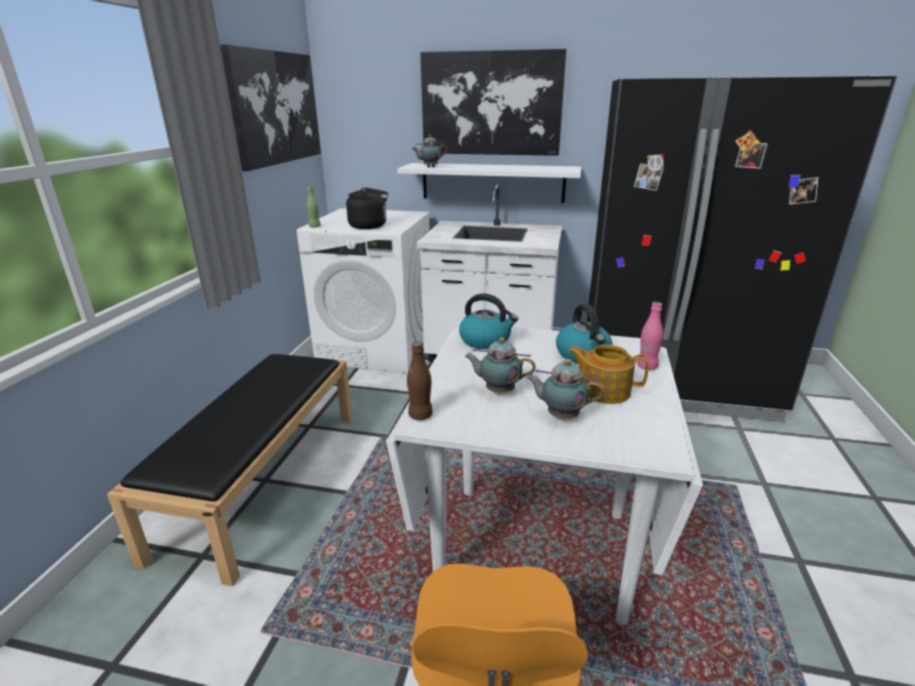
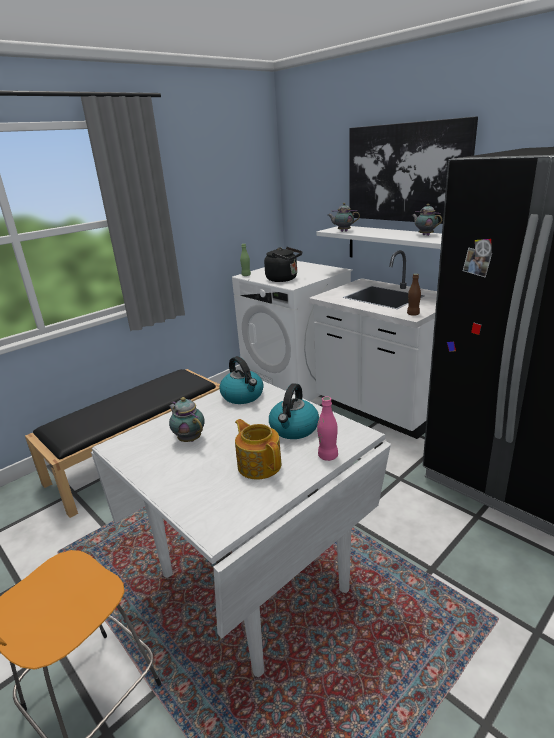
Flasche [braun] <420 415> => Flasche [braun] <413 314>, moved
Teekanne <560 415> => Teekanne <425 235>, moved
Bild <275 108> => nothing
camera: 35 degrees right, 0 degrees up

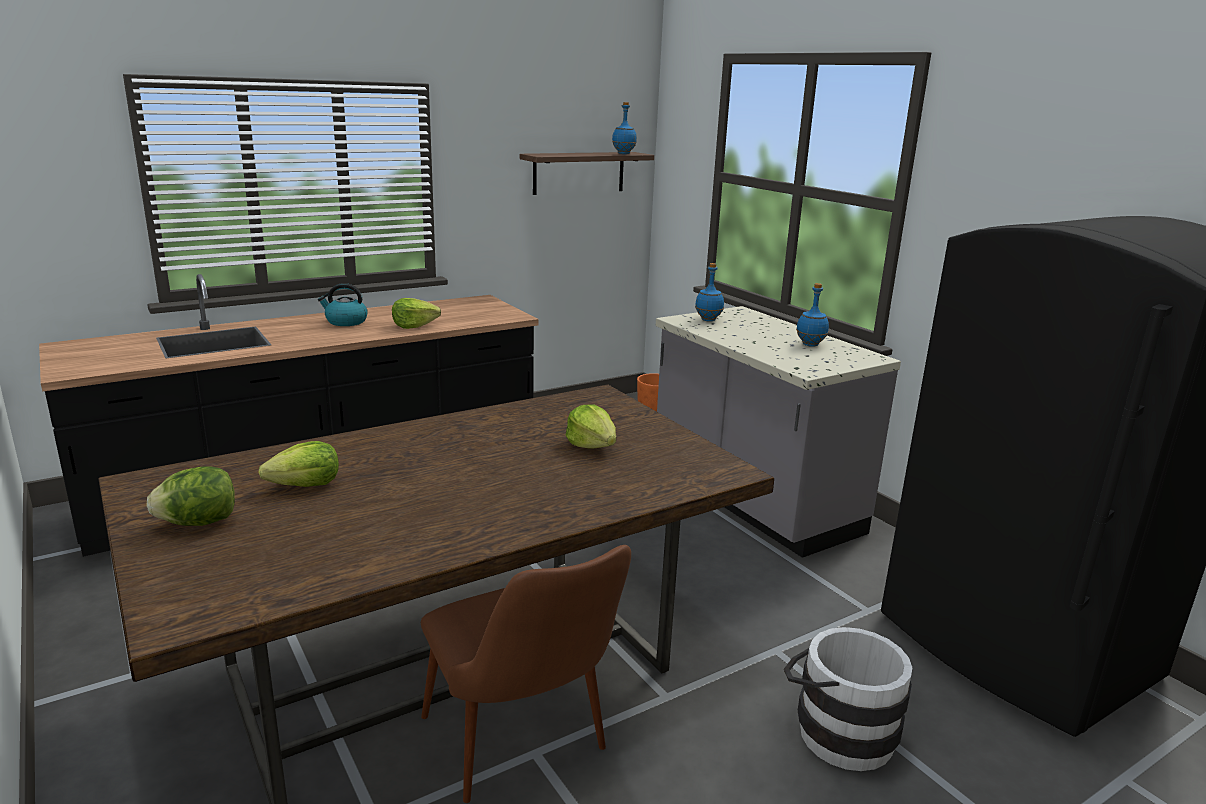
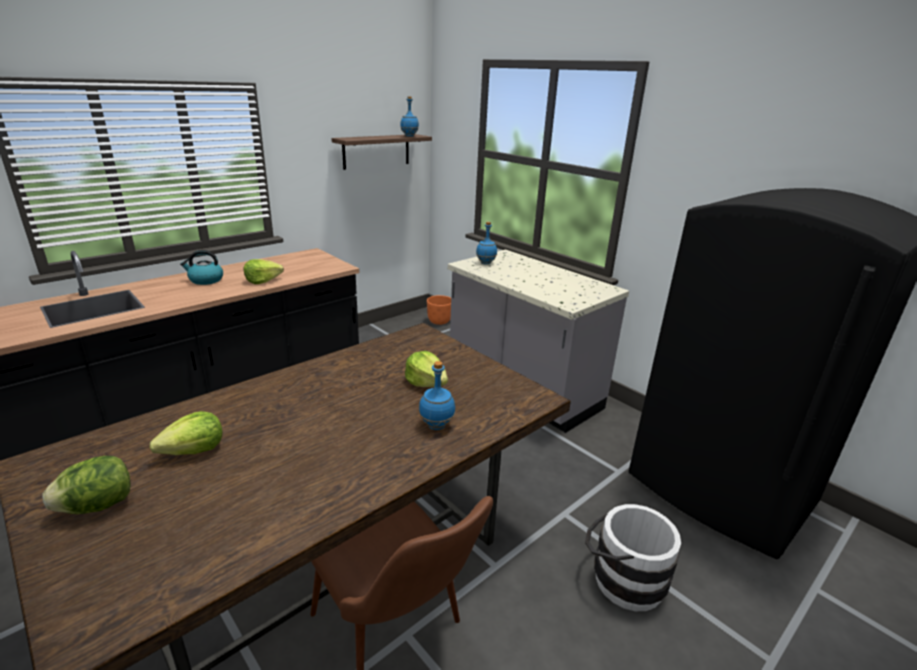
Flasche [blau] <810 345> => Flasche [blau] <437 426>, moved
camera: 10 degrees left, 5 degrees up

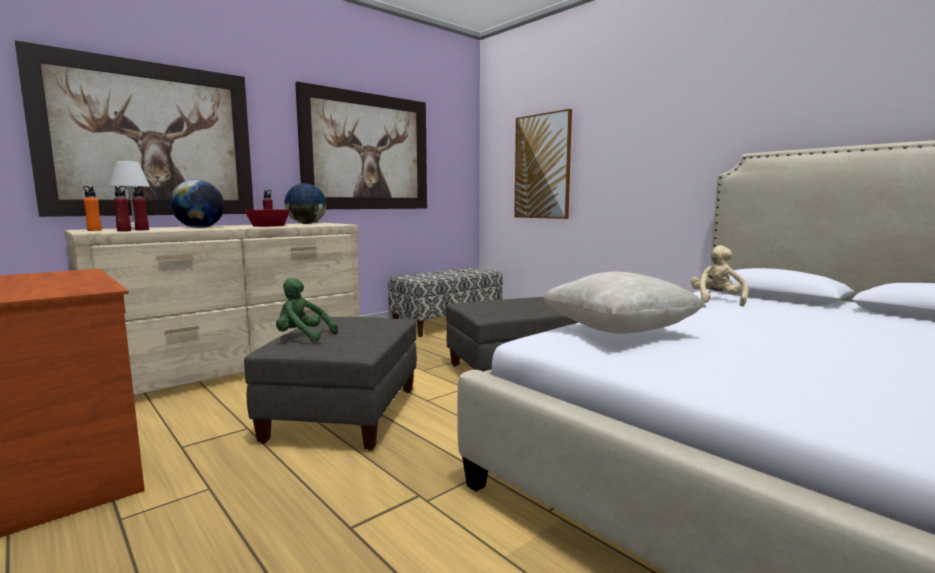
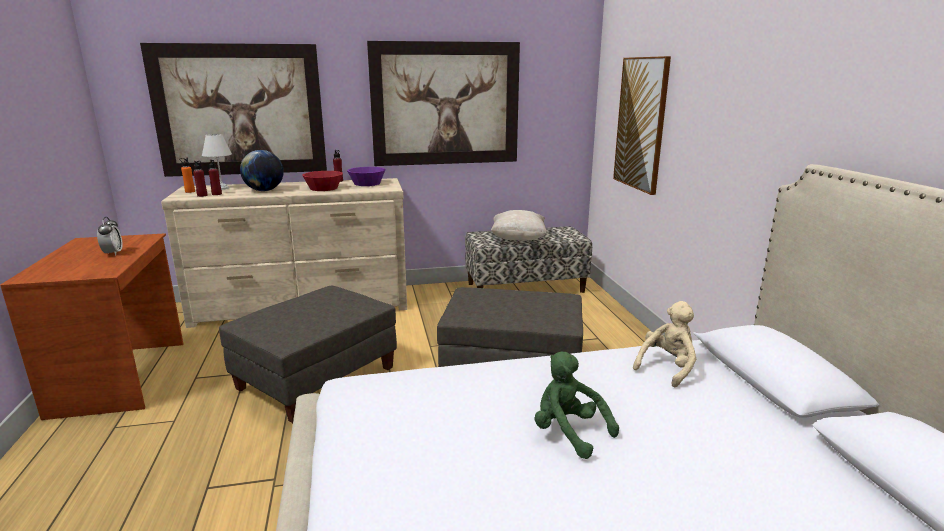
nothing => Wecker <113 253>
Globus <306 224> => Schüssel [lila] <367 183>
Kissen [beige] <618 332> => Kissen [beige] <518 239>, moved
Plüschtier [grün] <303 337> => Plüschtier [grün] <568 432>, moved
camera: 30 degrees right, 10 degrees up

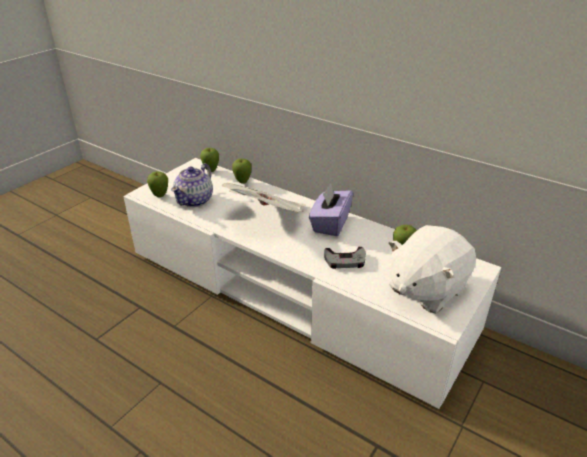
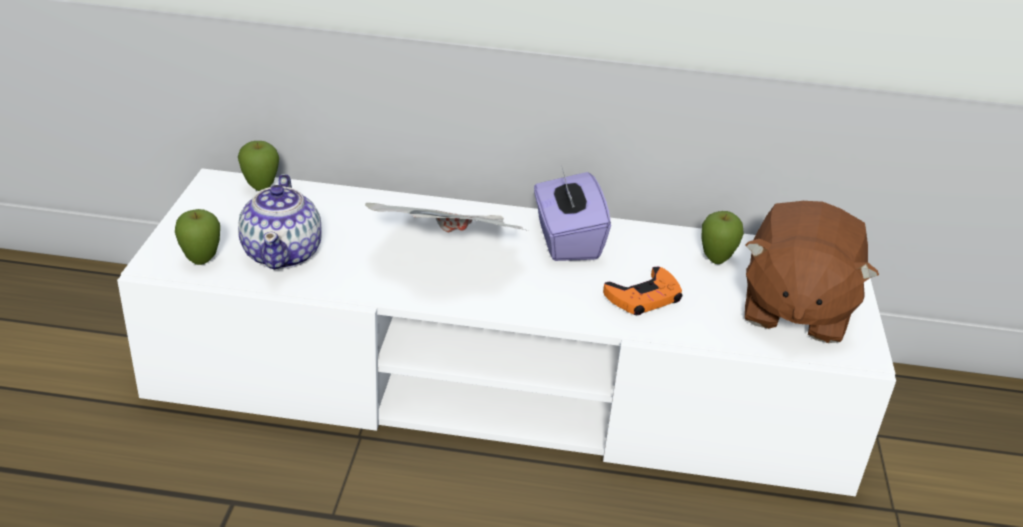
Gamepad [grau] <345 261> => Gamepad [orange] <644 297>
Plüschtier [weiß] <425 288> => Plüschtier [braun] <794 309>
Apfel <242 182> => nothing
camera: 30 degrees left, 0 degrees up

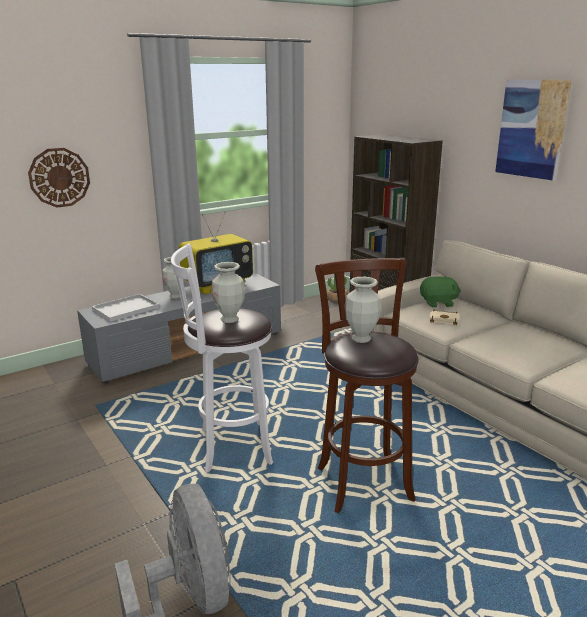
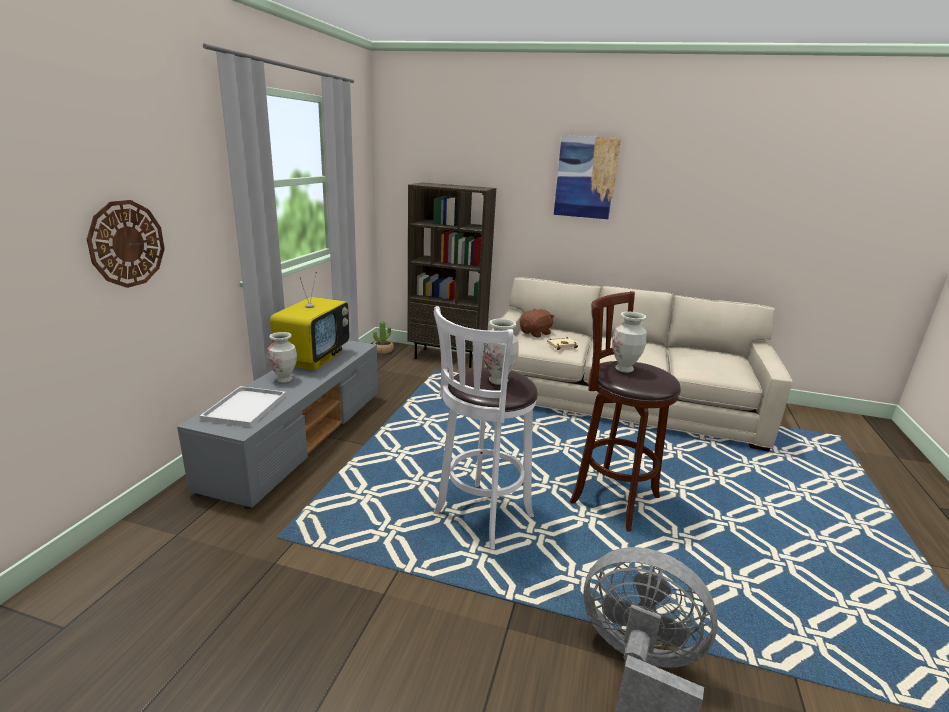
Plüschtier [grün] <438 303> => Plüschtier [braun] <536 333>
camera: 40 degrees left, 0 degrees up

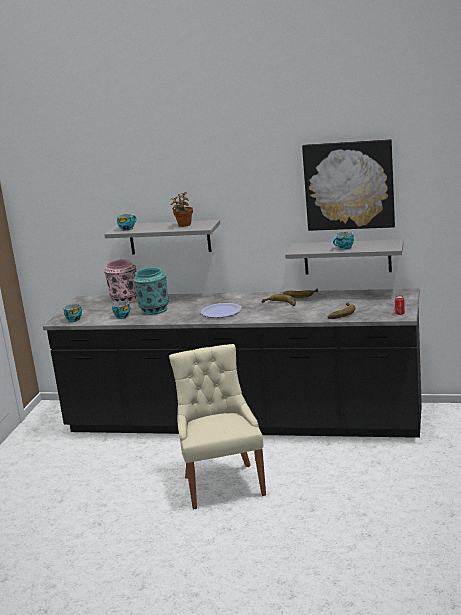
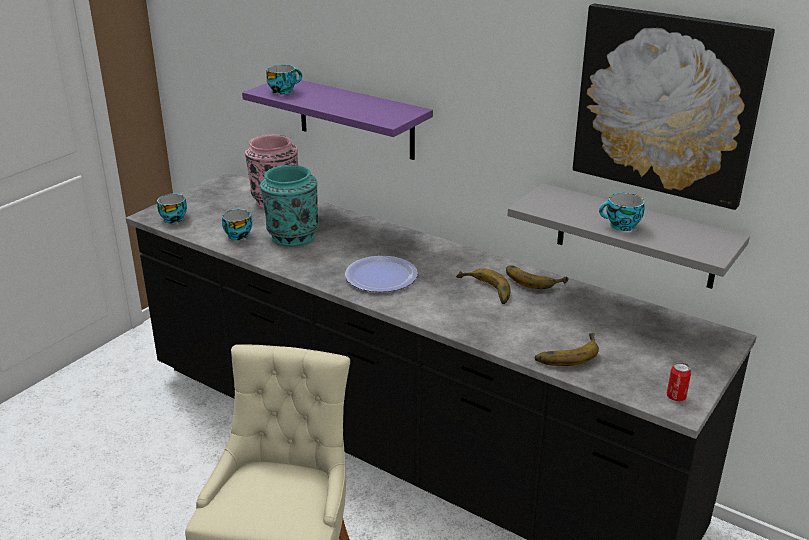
Wandregal [grau] <169 237> => Wandregal [lila] <356 118>
Topfpflanze <184 225> => nothing
camera: 20 degrees right, 10 degrees up

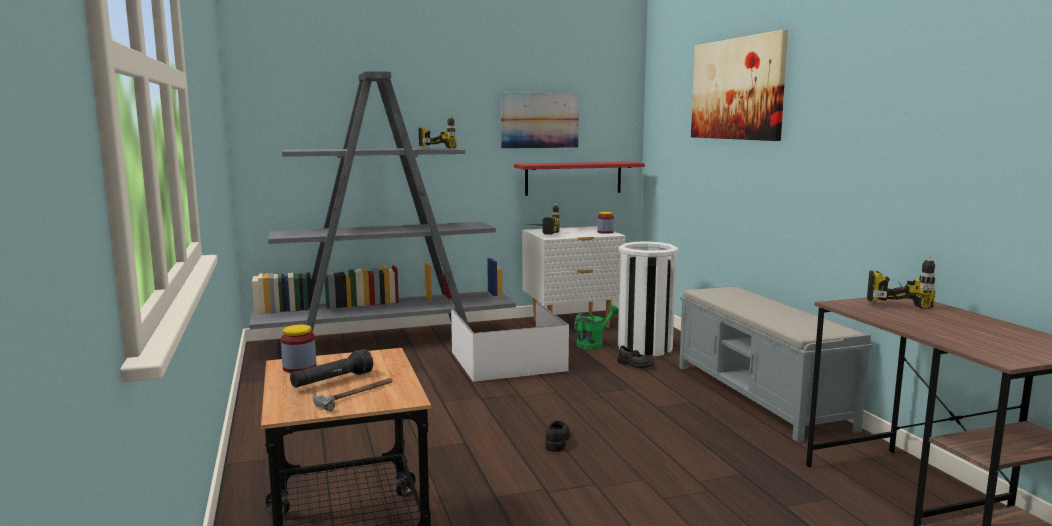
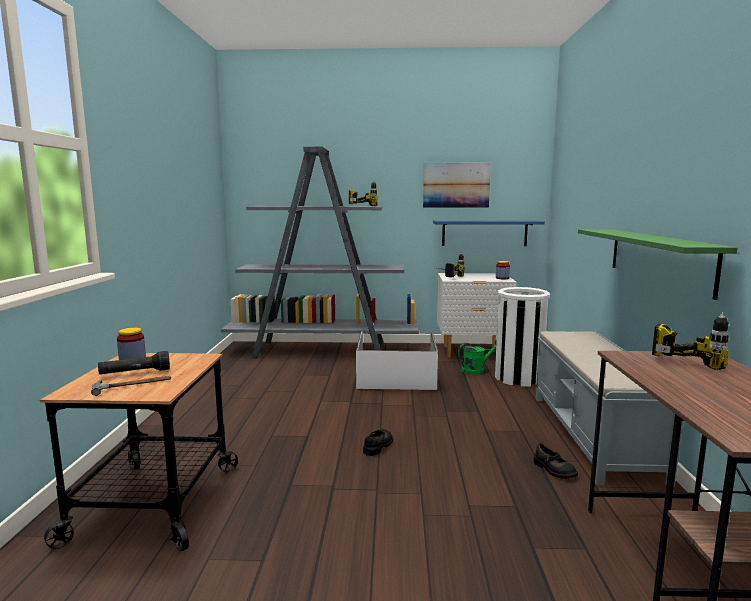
Wandregal [rot] <573 178> => Wandregal [blau] <484 233>
Schuh [schwarz] <635 364> => Schuh [schwarz] <553 470>, moved
nothing => Wandregal [grün] <658 258>
Bild <736 89> => nothing
camera: 20 degrees right, 0 degrees up

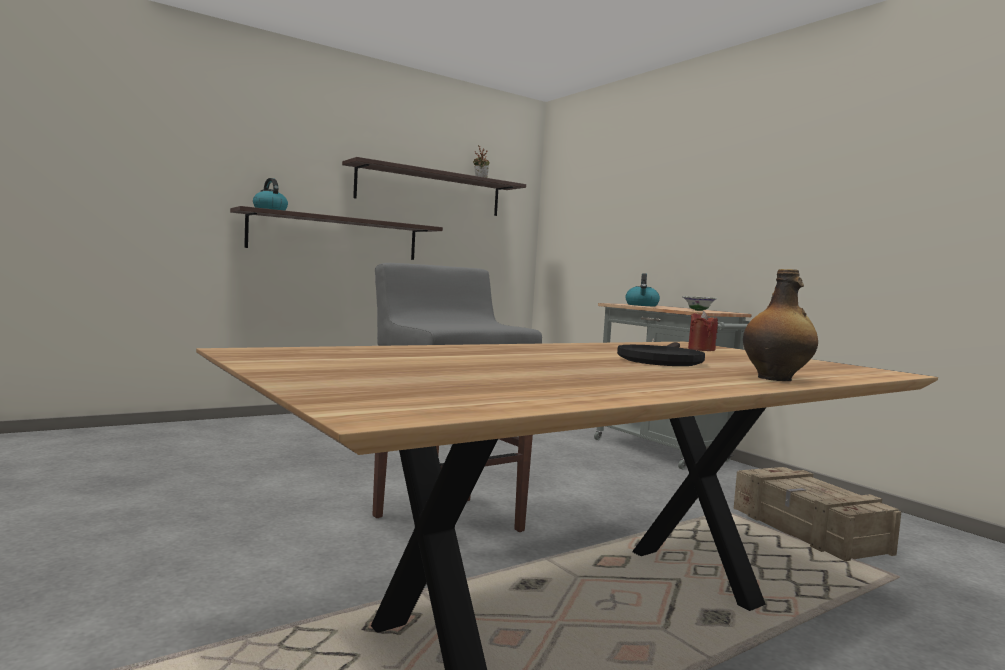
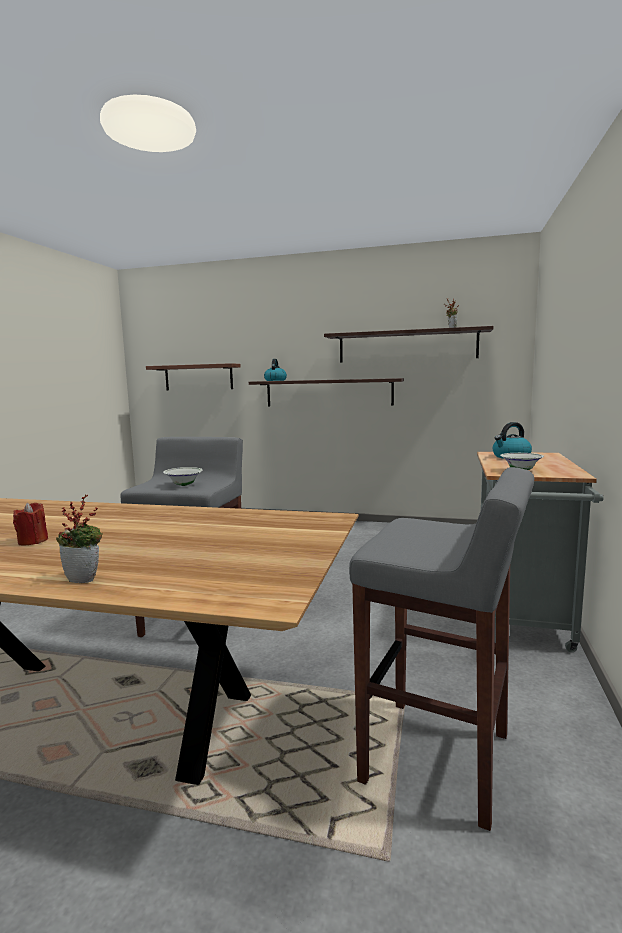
Kerze [rot] <701 349> => Kerze [rot] <33 541>, moved
Flasche <776 379> => Topfpflanze <85 579>
nothing => Wandregal <198 377>
nothing => Schüssel [weiß] <184 485>
Kiste <808 530> => Hocker [grau] <439 759>
Pfanne [schwarz] <661 360> => nothing
camera: 50 degrees right, 5 degrees up

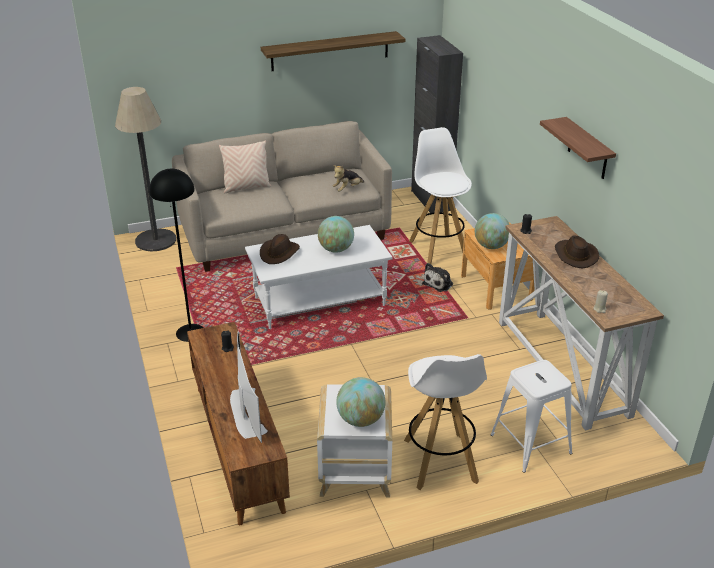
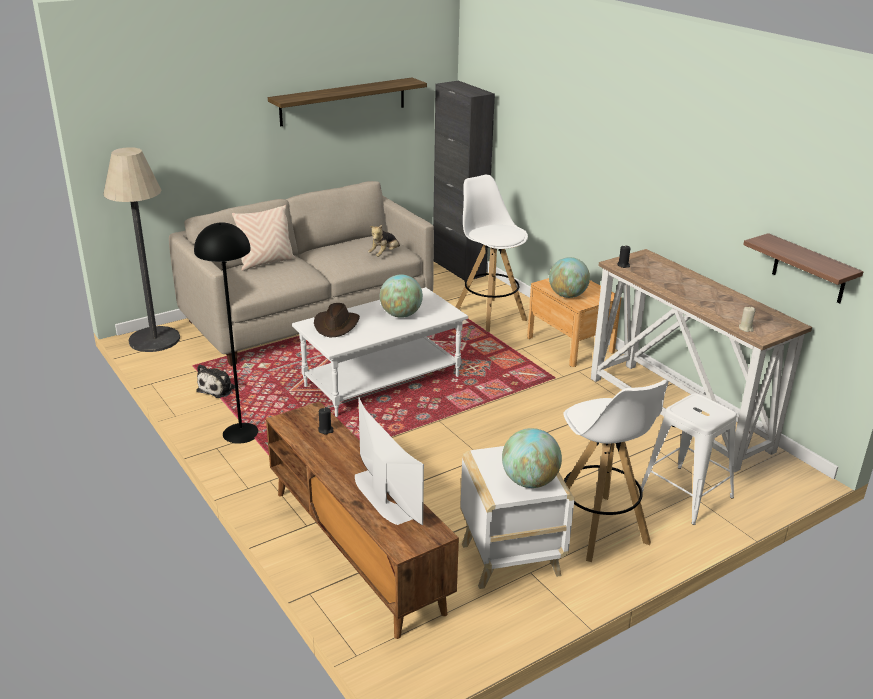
Plüschtier <439 283> => Plüschtier <218 388>, moved
Wandregal <588 149> => Wandregal <809 269>, moved
Hut [braun] <575 255> => nothing
camera: 15 degrees left, 5 degrees down

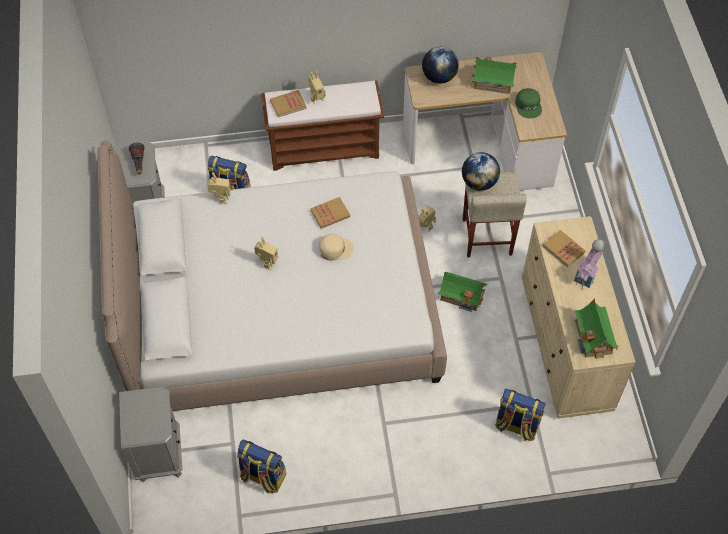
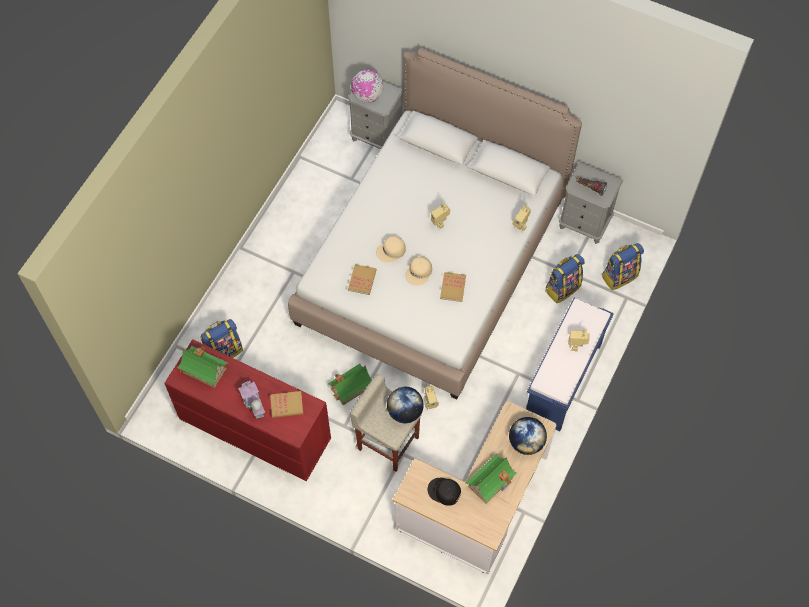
Kommode [beige] <566 345> => Kommode [rot] <254 429>
Buch <288 104> => Buch <362 280>, moved
nothing => Globus <367 96>
nothing => Kappe [beige] <391 251>
Kappe [grün] <528 105> => Kappe [schwarz] <444 492>
Bank [braun] <325 148> => Bank [blau] <563 381>
Rucksack <262 476> => Rucksack <619 276>, moved
camera: 125 degrees right, 5 degrees up

